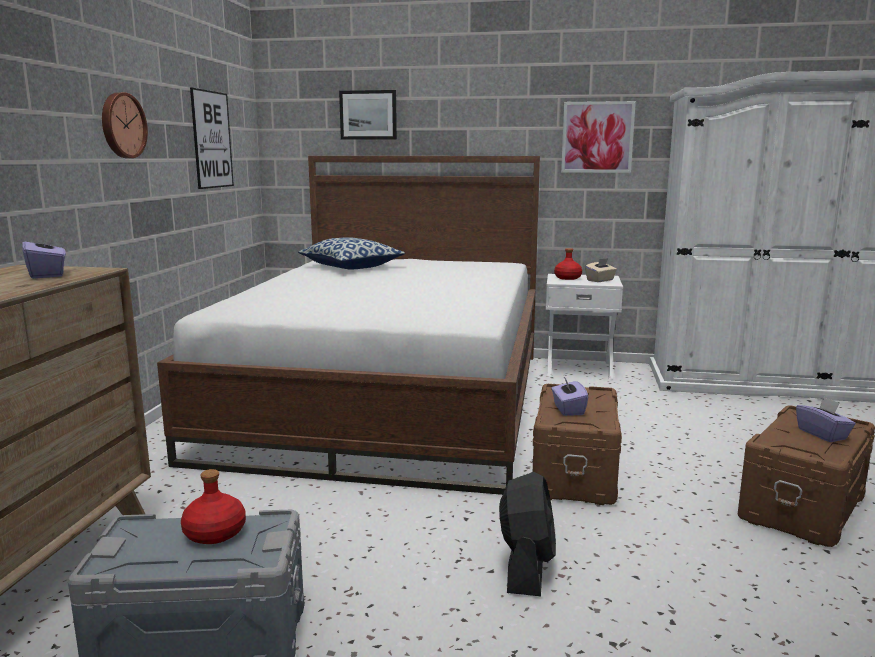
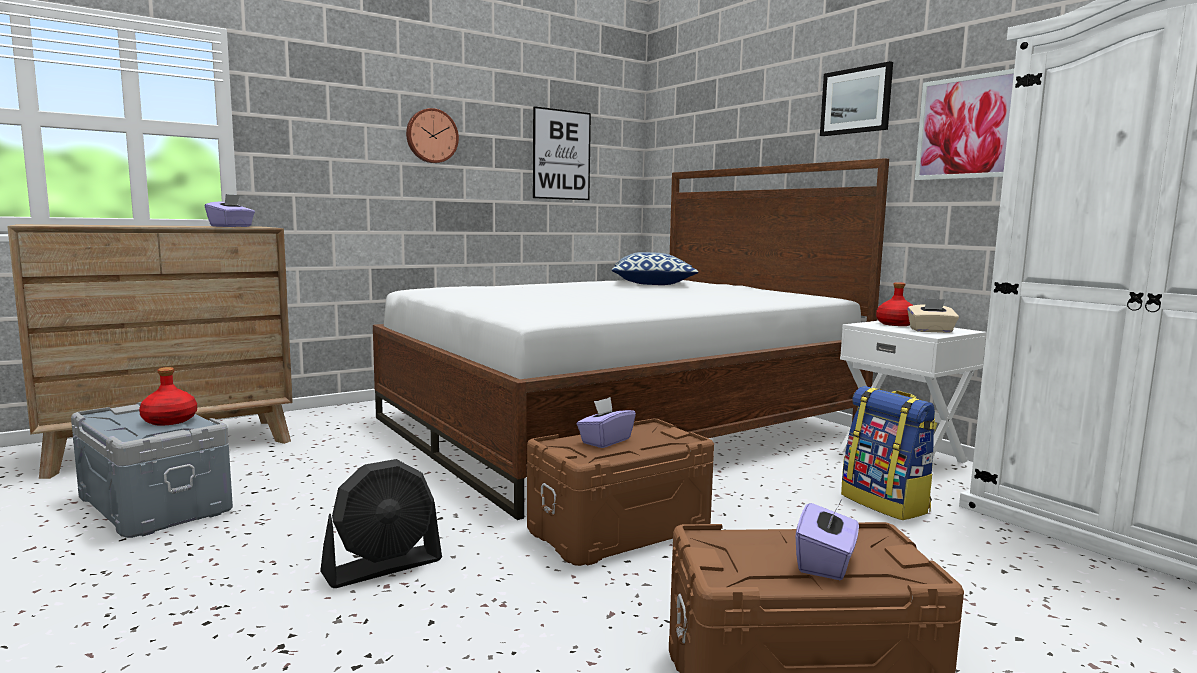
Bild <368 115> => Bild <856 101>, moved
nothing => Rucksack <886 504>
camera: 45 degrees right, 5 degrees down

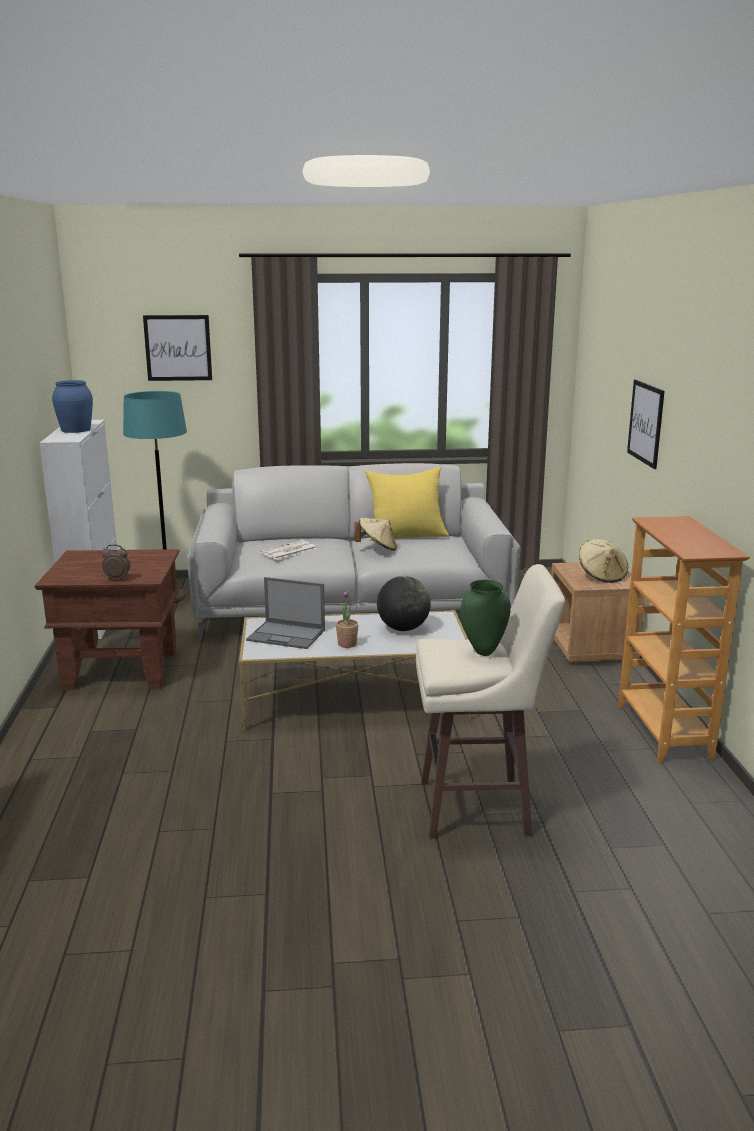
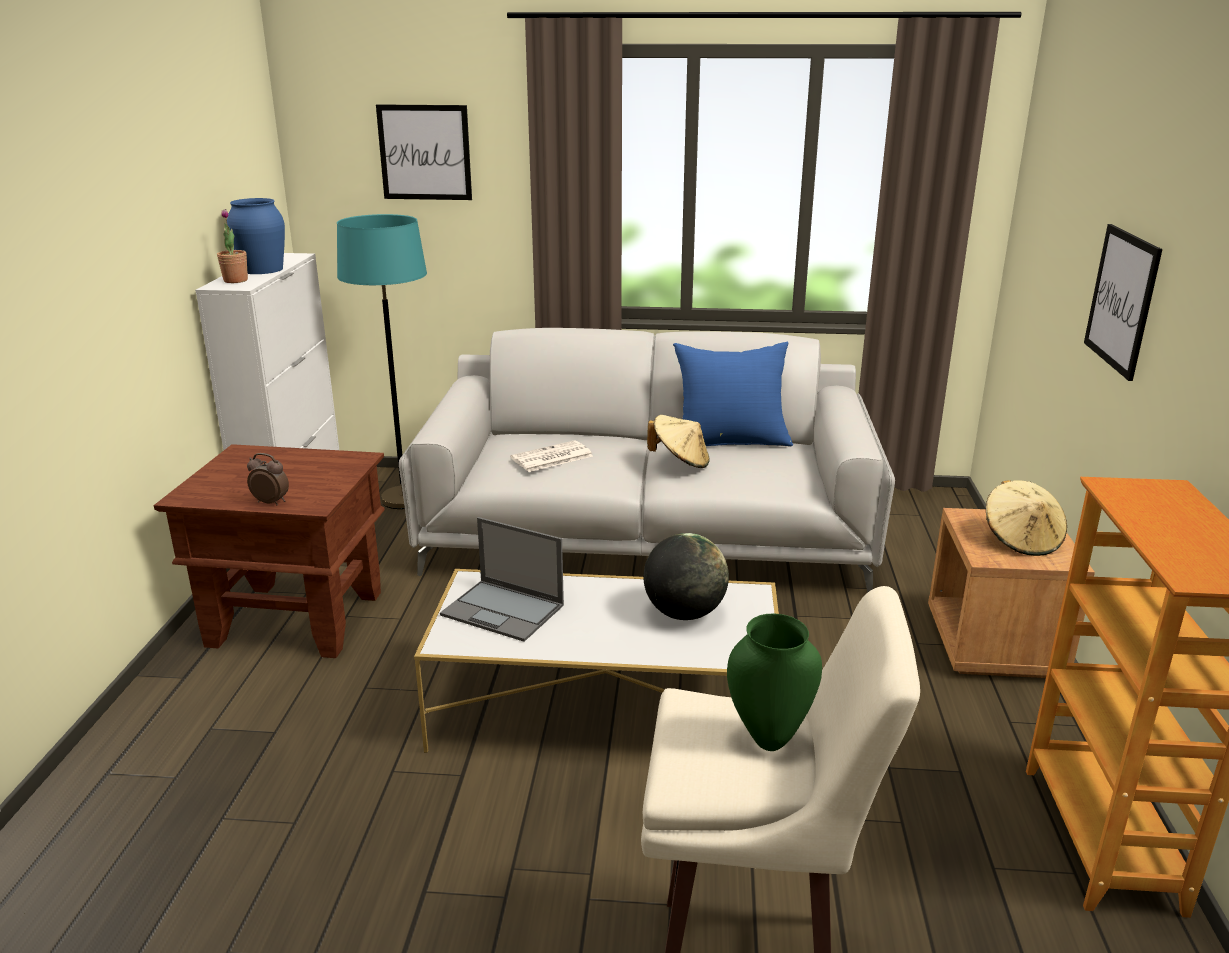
Topfpflanze <347 644> => Topfpflanze <235 280>, moved
Kissen [gelb] <406 536> => Kissen [blau] <731 441>
camera: 10 degrees right, 5 degrees up

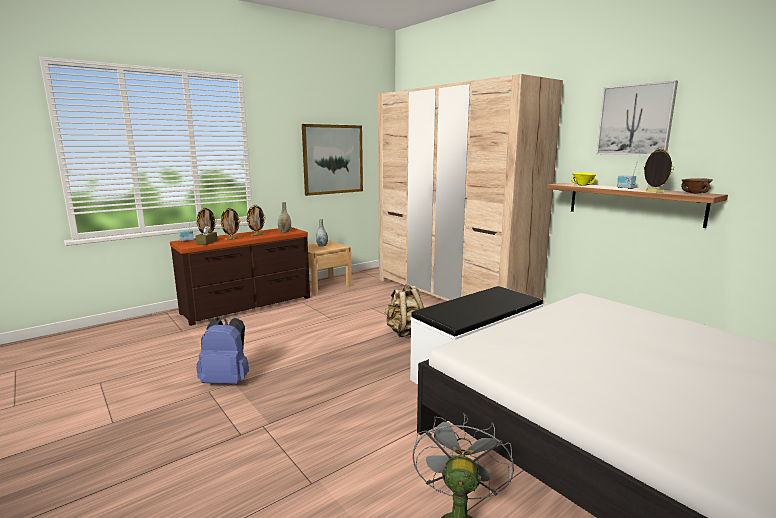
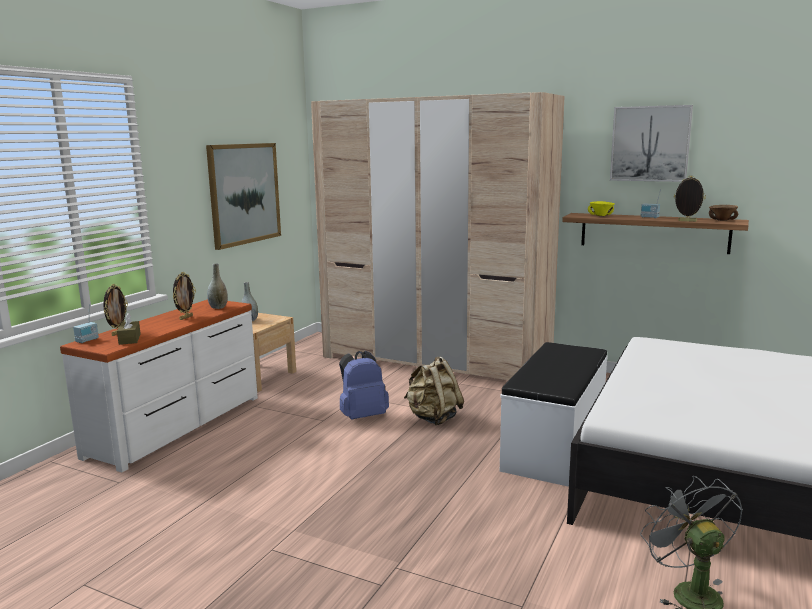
Kommode [braun] <248 305> => Kommode [weiß] <178 426>
Rucksack [blau] <227 380> => Rucksack [blau] <362 416>, moved
Bilderrahmen <231 239> => nothing
camera: 25 degrees left, 0 degrees up

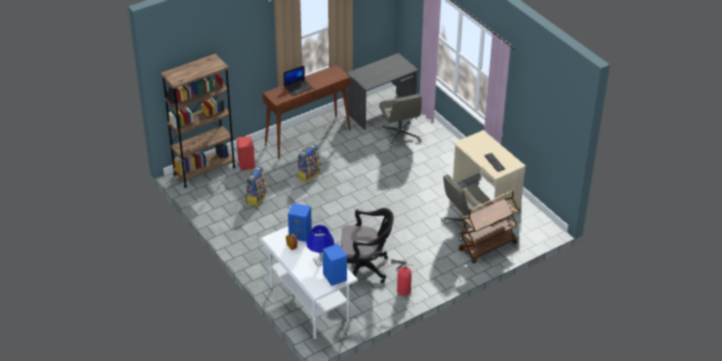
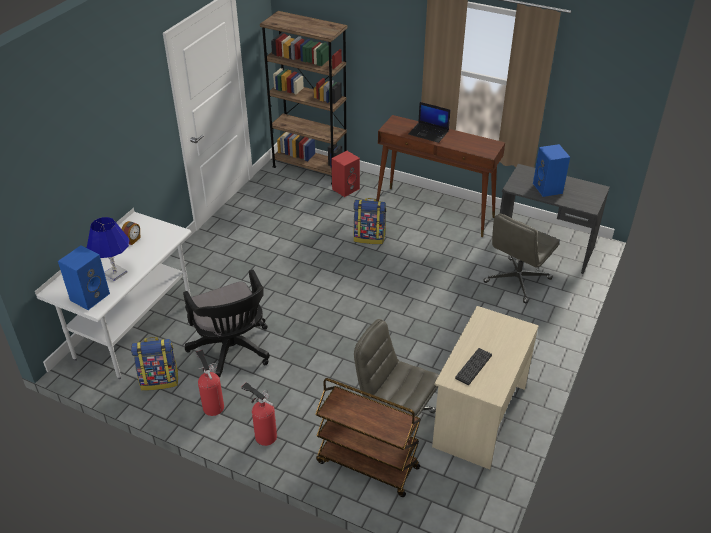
Rucksack <256 197> => Rucksack <160 380>, moved
nothing => Feuerlöscher <264 435>
Lautsprecher [blau] <301 234> => Lautsprecher [blau] <548 188>, moved
camera: 60 degrees right, 0 degrees up

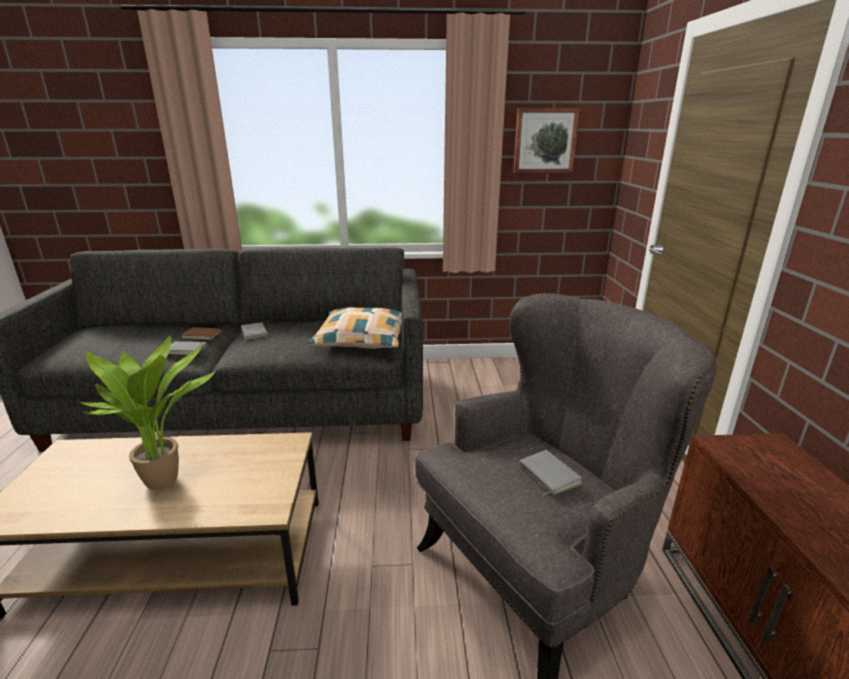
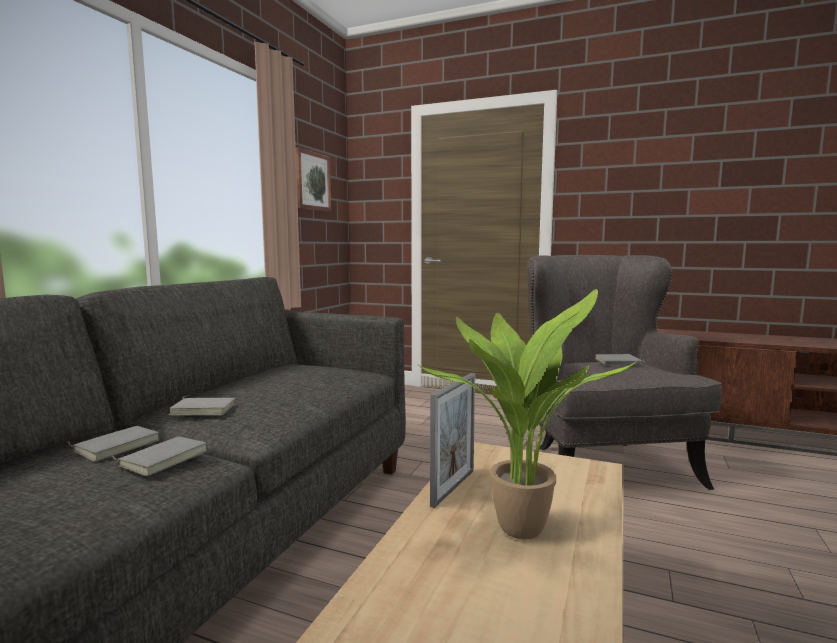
Buch [braun] <203 335> => Buch [grau] <116 446>
nothing => Bilderrahmen <453 487>
Kissen <361 339> => nothing
camera: 65 degrees left, 15 degrees down

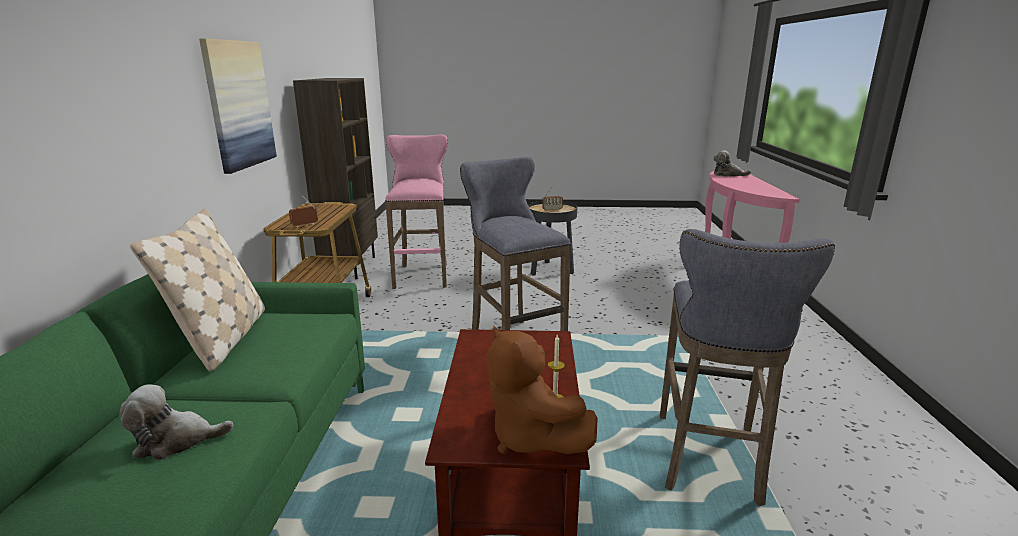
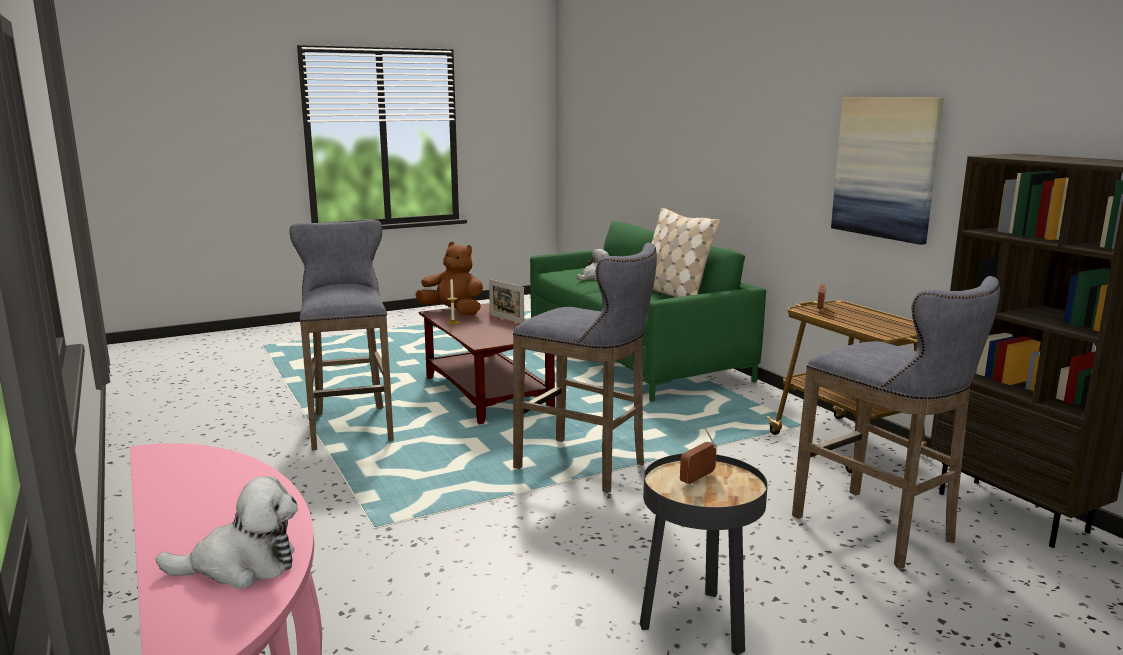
nothing => Bilderrahmen <506 319>
Hocker [rosa] <422 274> => Hocker [grau] <880 531>
camera: 150 degrees right, 5 degrees down

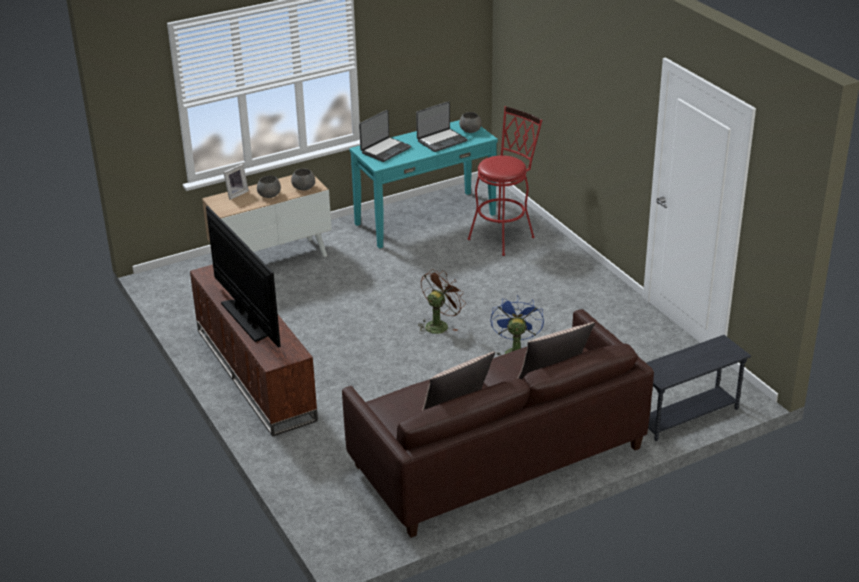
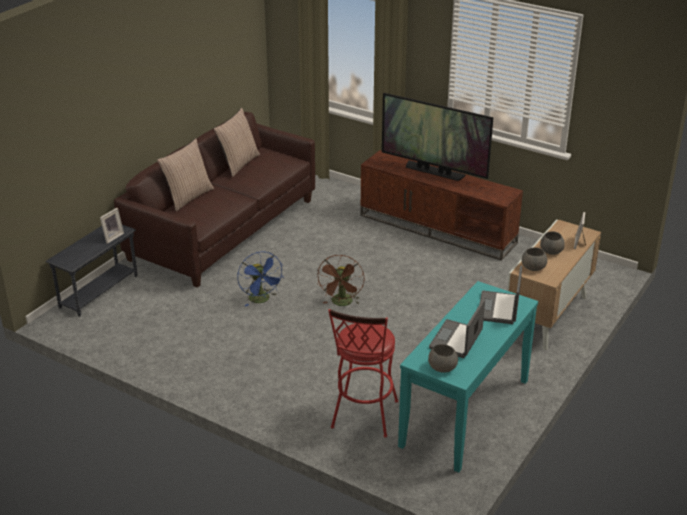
nothing => Bilderrahmen <112 237>
camera: 150 degrees right, 0 degrees up

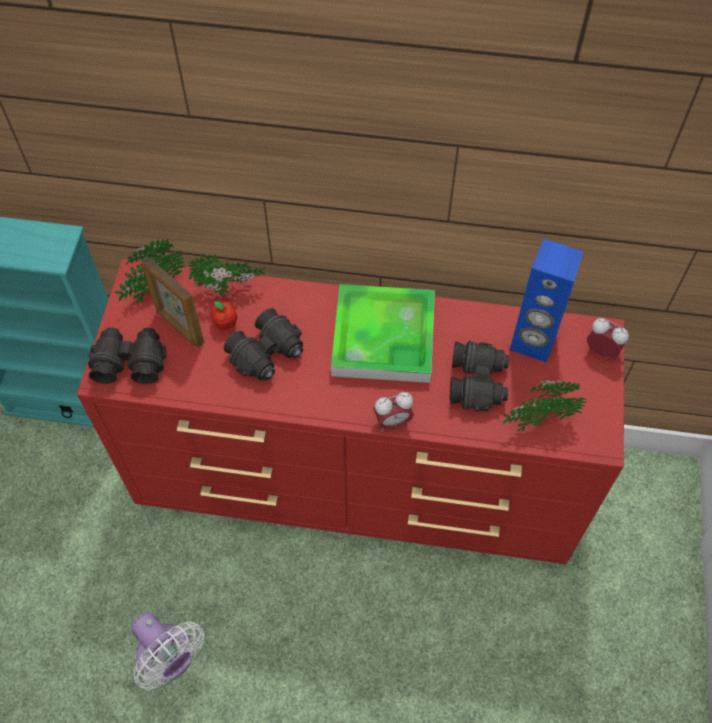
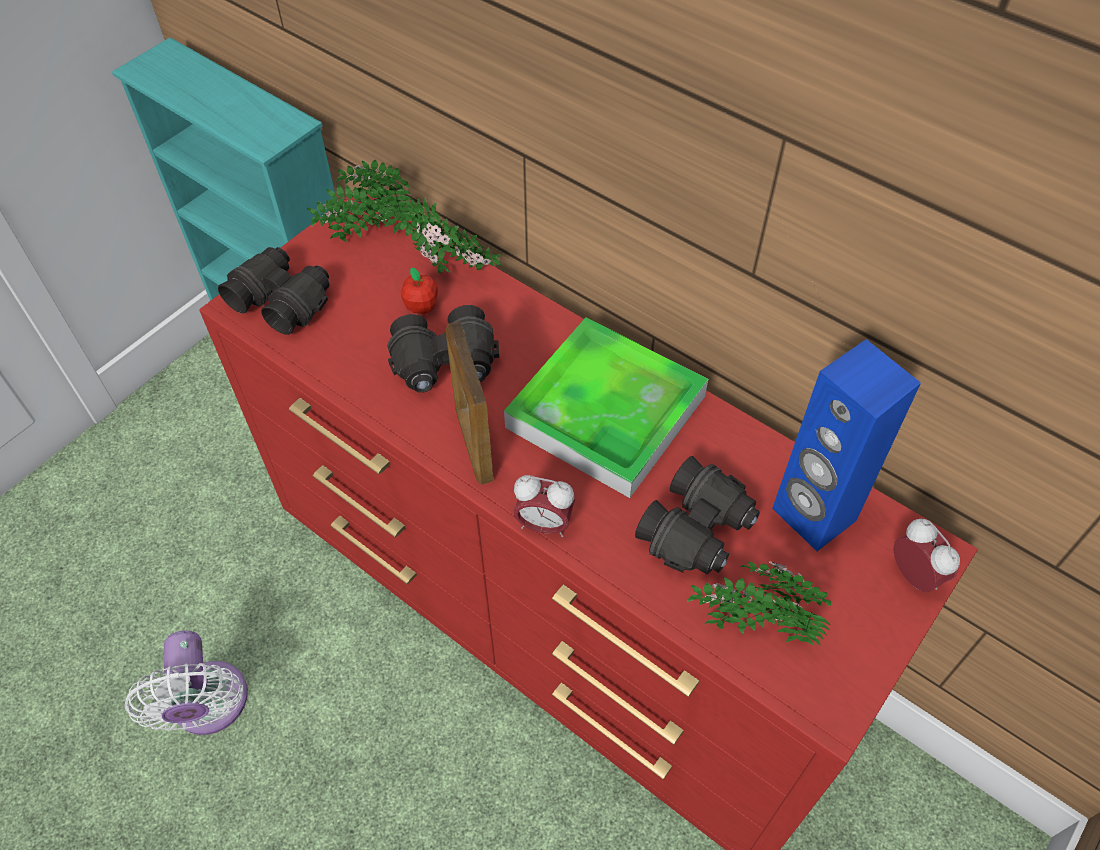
Bilderrahmen <179 327> => Bilderrahmen <473 444>, moved
camera: 30 degrees right, 5 degrees down

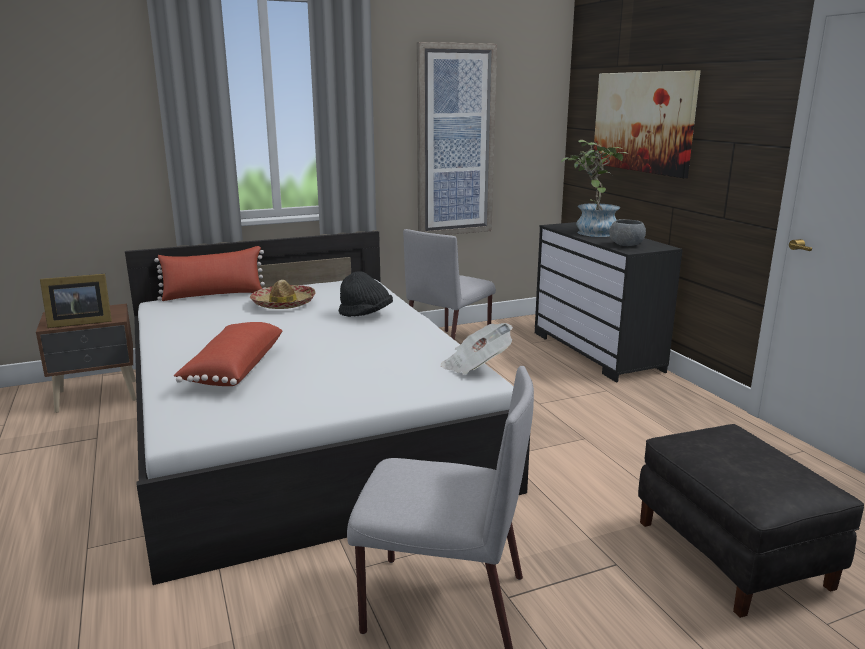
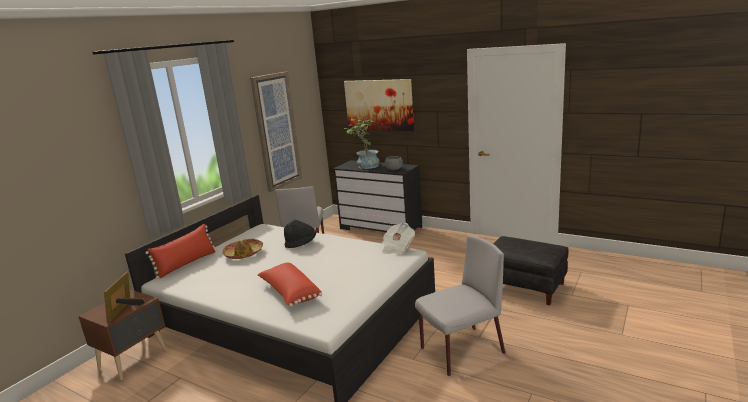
Bilderrahmen <78 322> => Bilderrahmen <125 311>, 150 degrees clockwise
camera: 35 degrees left, 0 degrees up

